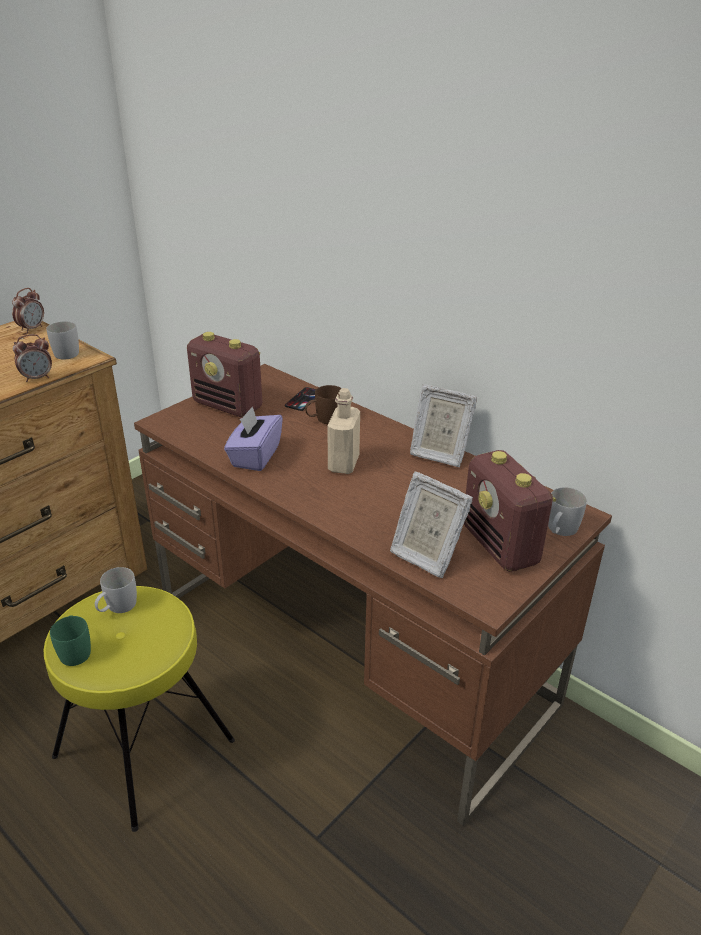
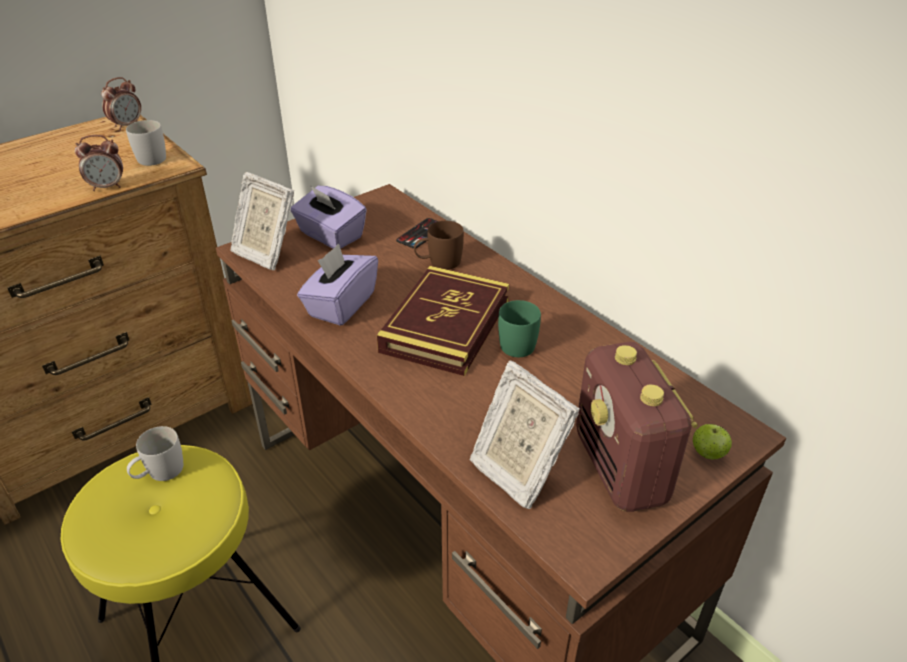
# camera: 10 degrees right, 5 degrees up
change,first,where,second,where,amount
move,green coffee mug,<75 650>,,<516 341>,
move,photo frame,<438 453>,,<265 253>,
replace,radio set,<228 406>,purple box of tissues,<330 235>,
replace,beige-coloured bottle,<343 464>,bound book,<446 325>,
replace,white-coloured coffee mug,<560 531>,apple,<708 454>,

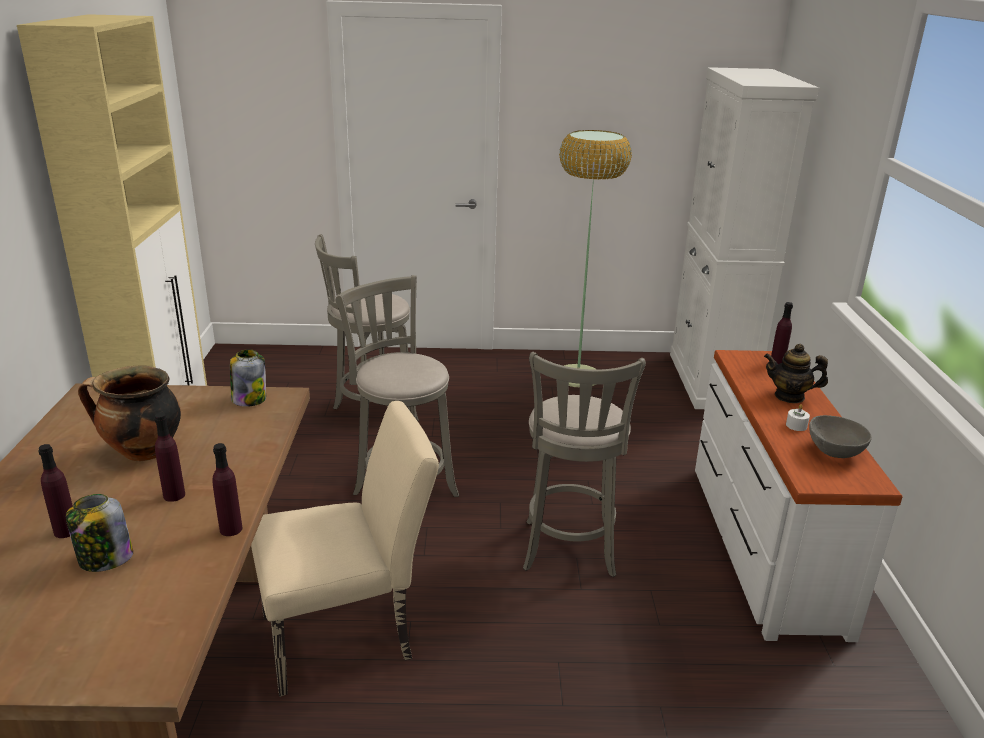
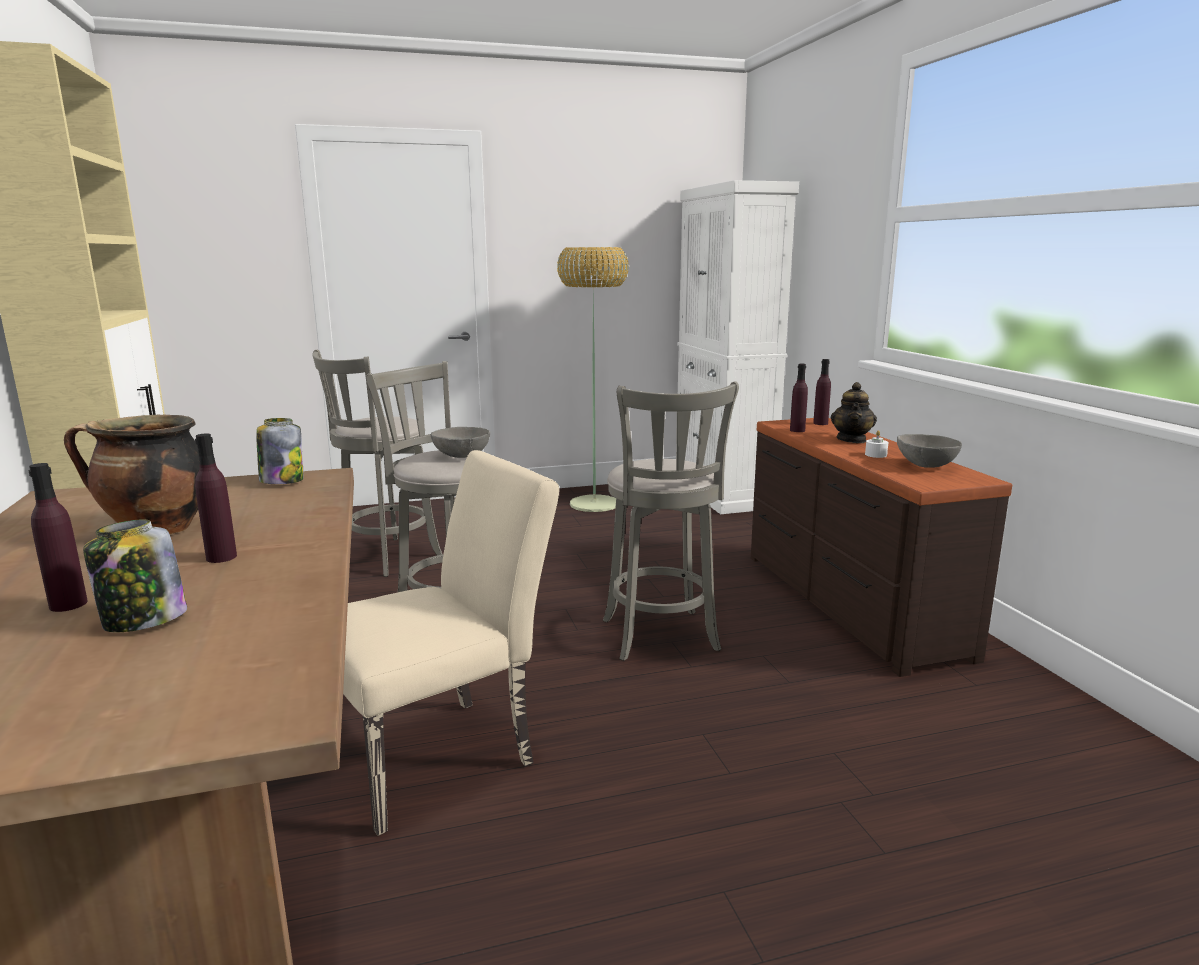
# camera: 15 degrees left, 10 degrees down
change,first,where,second,where,amount
insert,,,gray deep dish,<462 456>,
move,purple bottle,<231 529>,,<797 430>,
recolor,white-coloured drawer chest,<762 544>,brown-coloured drawer chest,<847 603>,
rotate,tea pot,<789 396>,,<852 440>,75 degrees counterclockwise

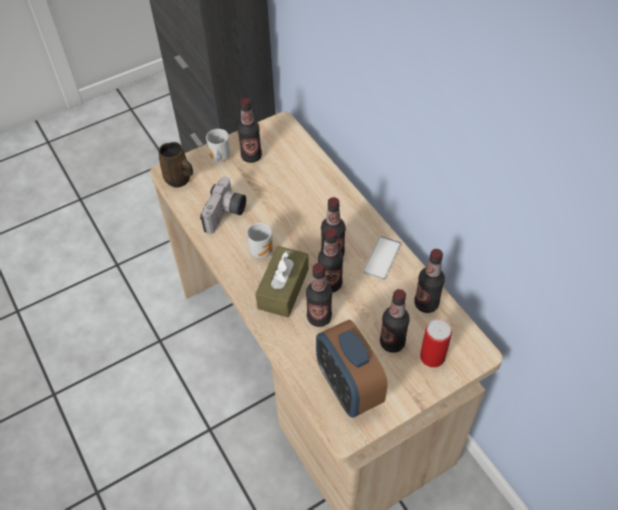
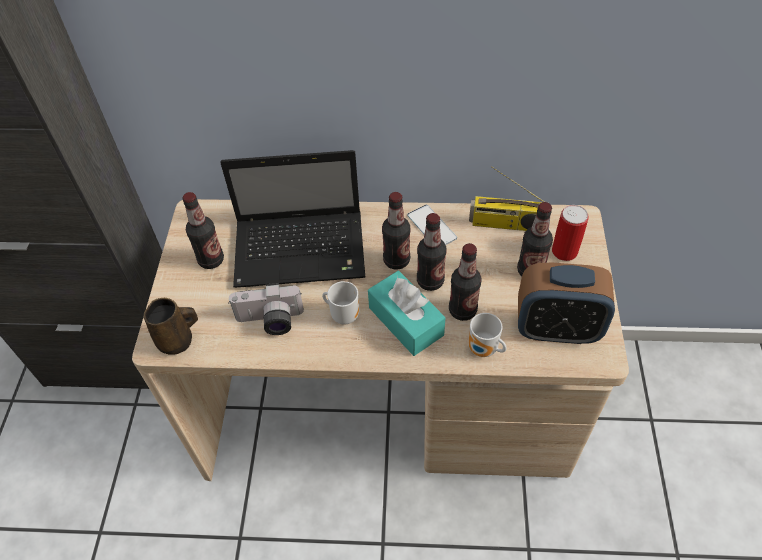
# camera: 55 degrees left, 0 degrees up
change,first,where,second,where,amount
insert,,,portable computer,<303 250>,
move,coffee mug,<219 158>,,<483 350>,
replace,bottle,<426 304>,radio set,<506 224>,
recolor,brown-coloured box of tissues,<283 288>,turquoise-coloured box of tissues,<406 321>,
rotate,photo camera,<226 215>,,<270 322>,120 degrees clockwise

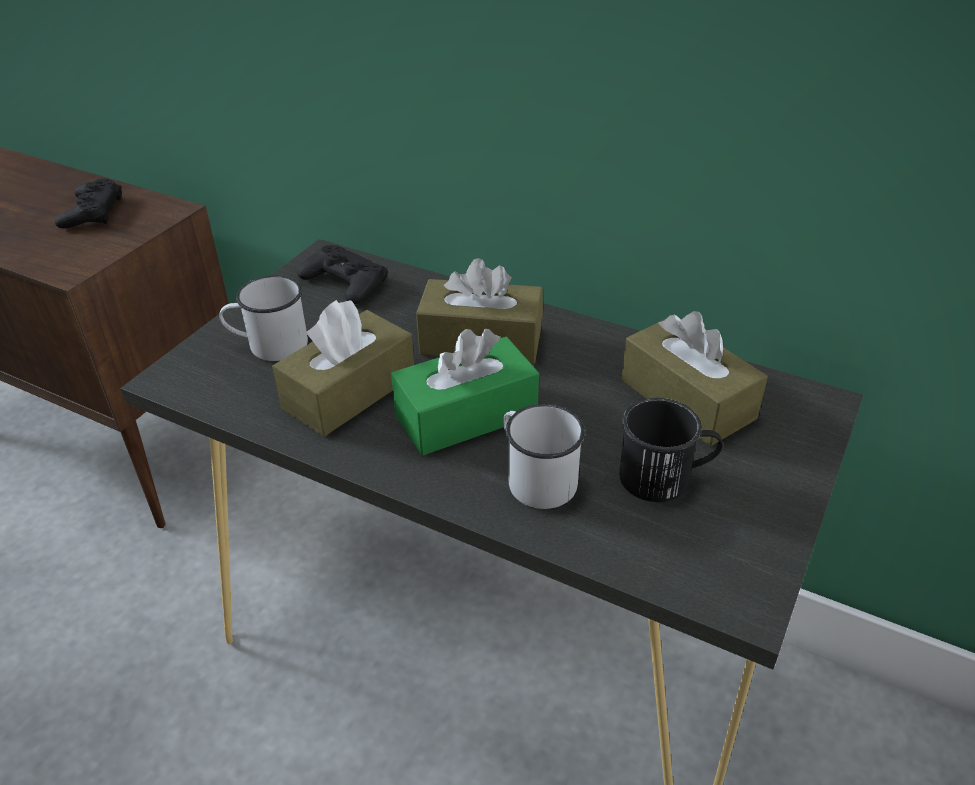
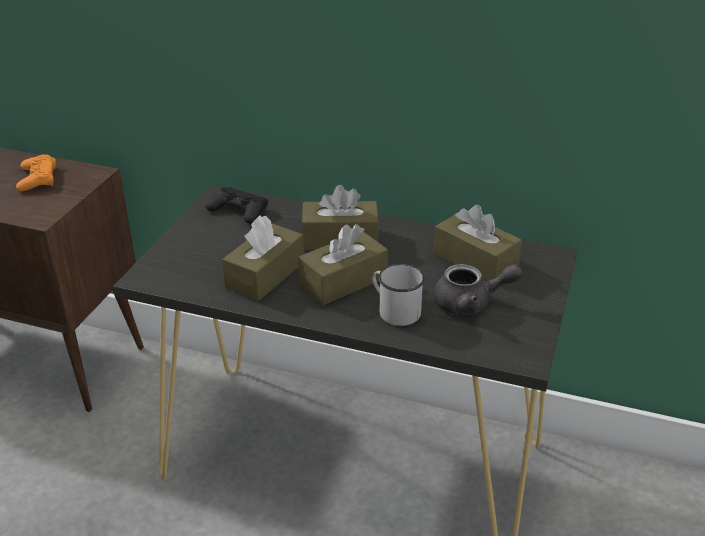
# camera: 10 degrees left, 5 degrees down
change,first,where,second,where,amount
delete,white-coloured coffee mug,<269 345>,,,
replace,black coffee mug,<665 478>,gray tea pot,<470 303>,
recolor,black game controller,<92 212>,orange game controller,<37 178>,
recolor,green box of tissues,<466 415>,brown-coloured box of tissues,<343 281>,

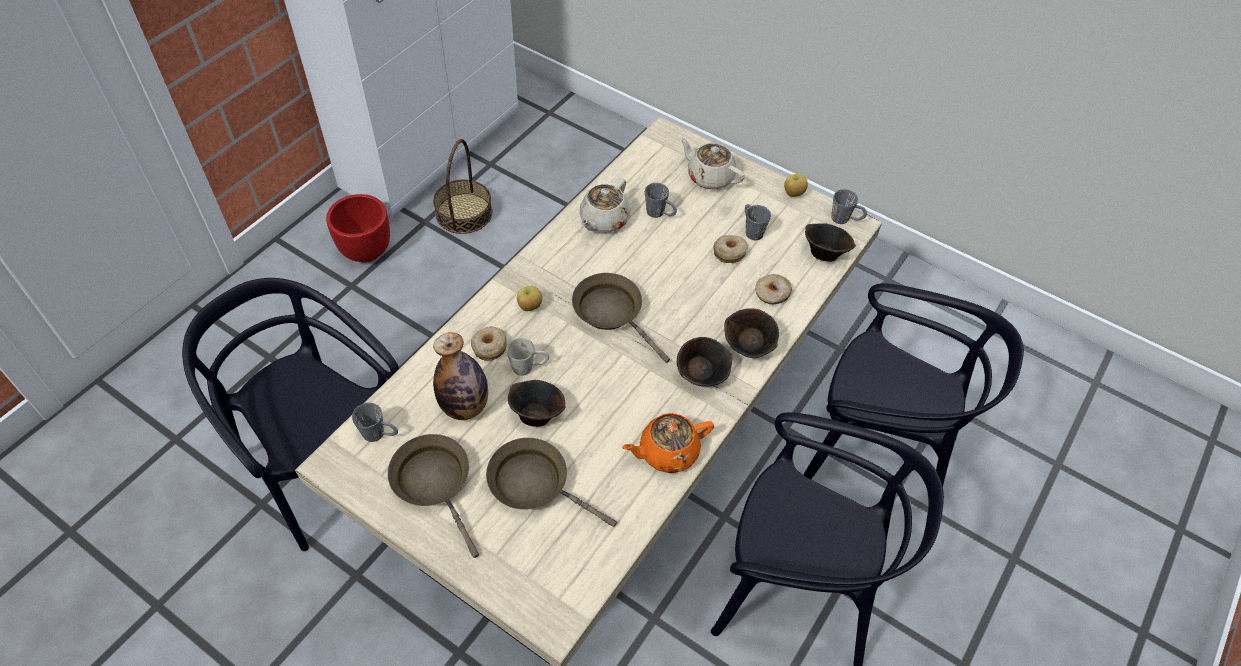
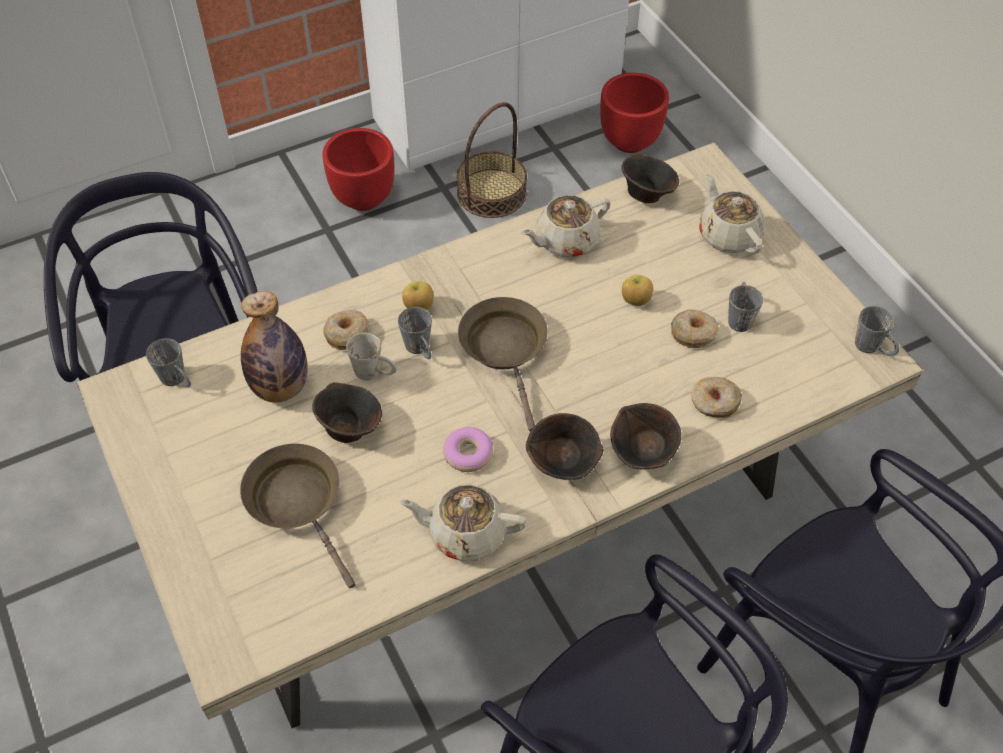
# camera: 30 degrees right, 0 degrees up
change,first,where,second,where,amount
delete,brown-coloured pan,<435 483>,,,
insert,,,doughnut,<468 454>,
insert,,,red-coloured plant pot,<629 141>,
move,gray coffee mug,<660 214>,,<421 350>,
move,apple,<793 194>,,<635 301>,
move,brown-coloured deep dish,<824 253>,,<646 193>,
recolor,orange tea pot,<667 452>,beige-coloured tea pot,<465 533>,

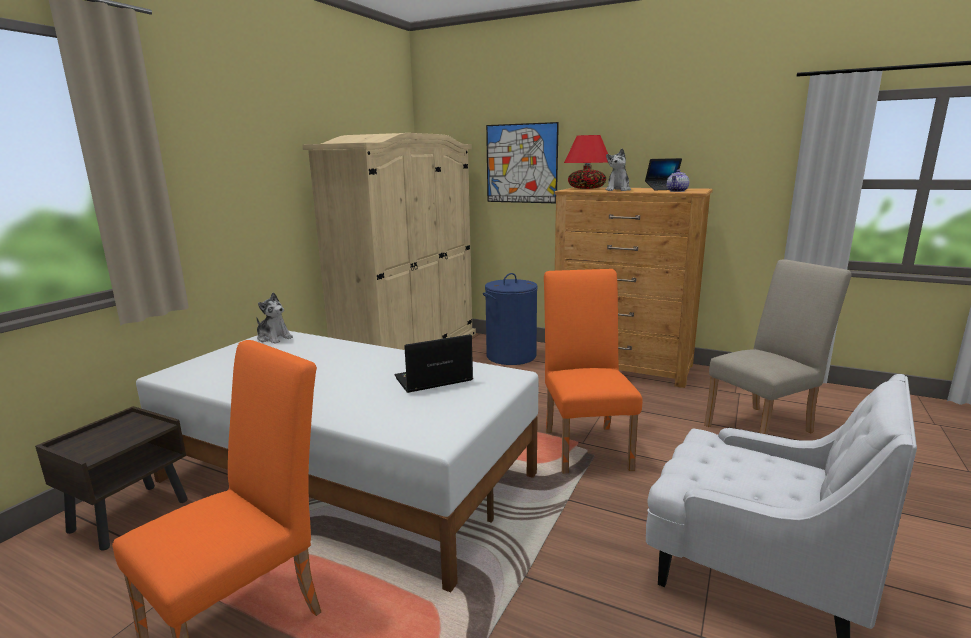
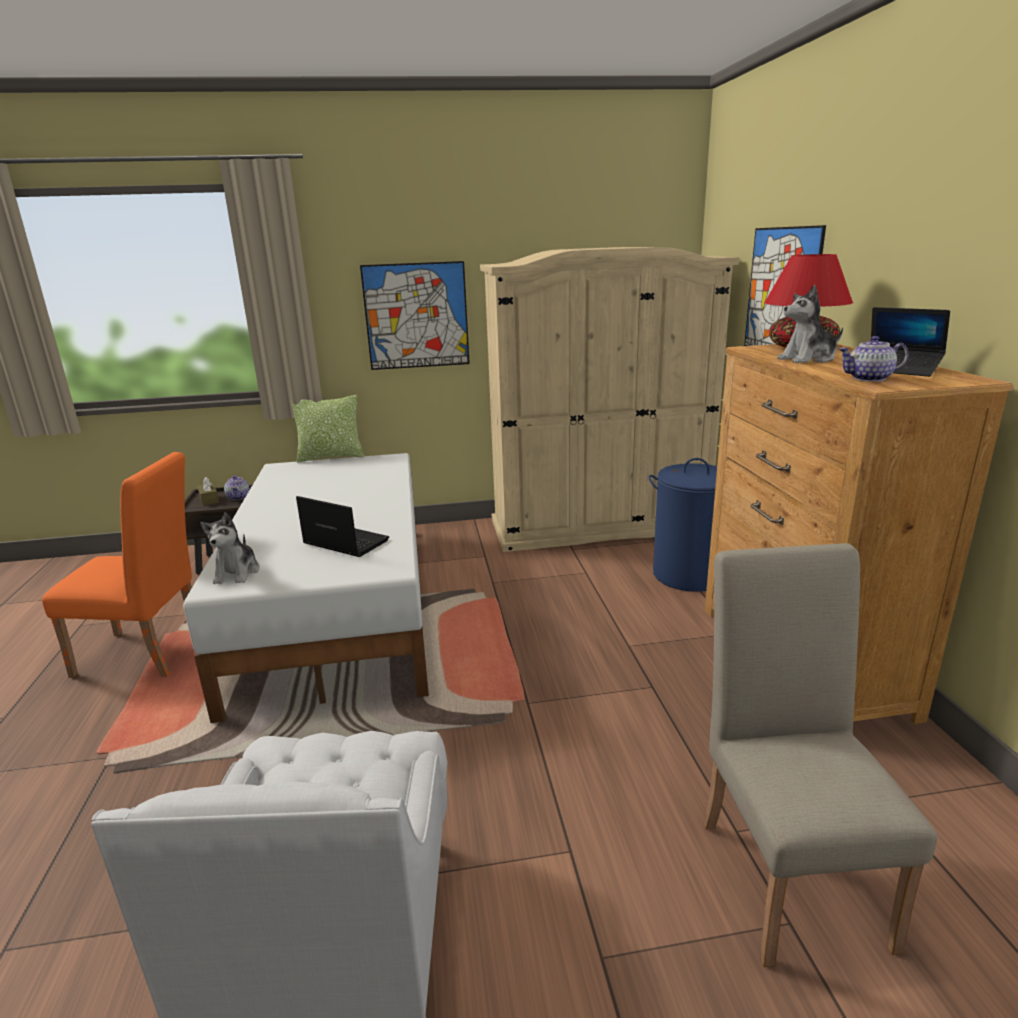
# camera: 55 degrees right, 5 degrees up
change,first,where,second,where,amount
delete,orange upright chair,<586 444>,,,
insert,,,brown-coloured box of tissues,<209 500>,
insert,,,tea pot,<239 497>,
insert,,,pillow,<331 457>,
insert,,,wall picture,<416 316>,
move,cuddly toy,<274 338>,,<237 572>,
rotate,beige-coloured upright chair,<764 427>,,<787 867>,120 degrees counterclockwise

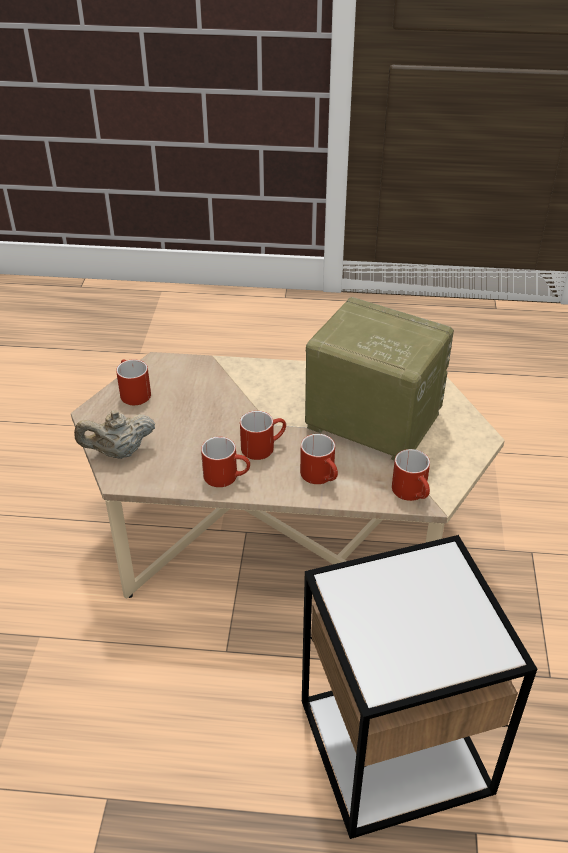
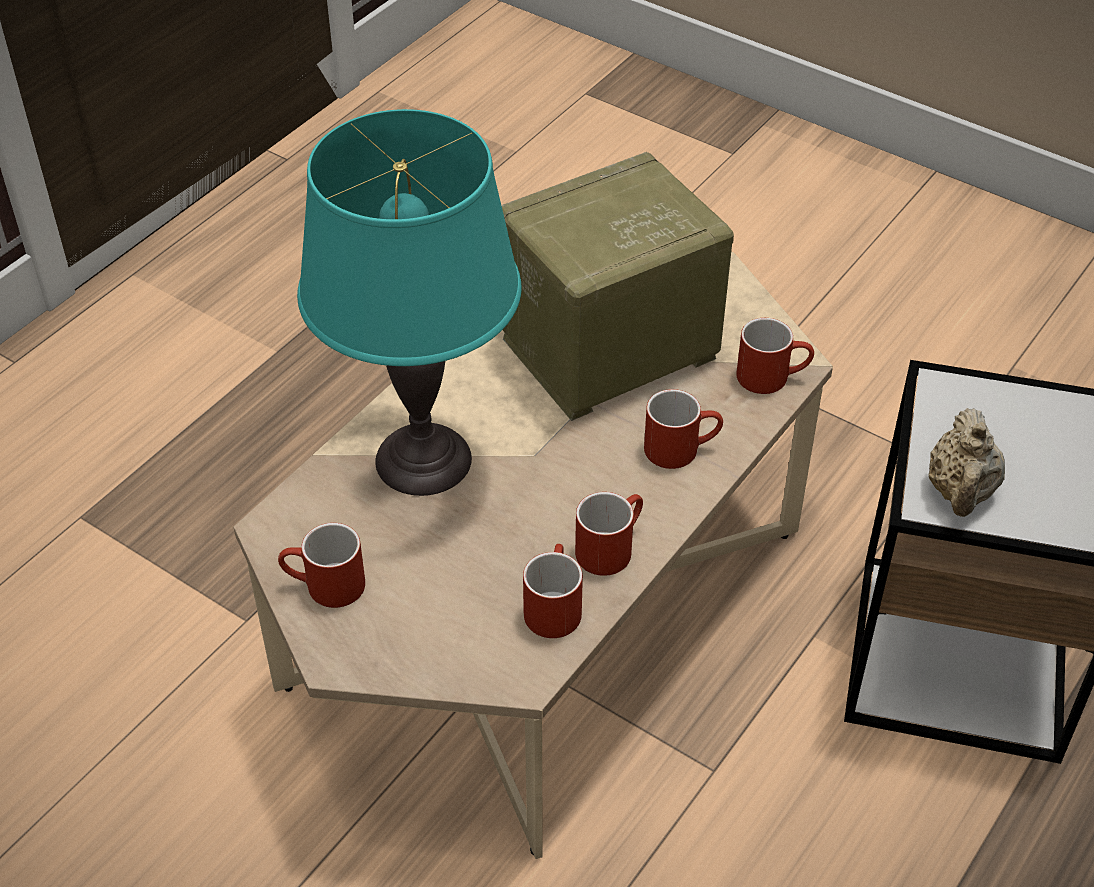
# camera: 60 degrees left, 5 degrees up
change,first,where,second,where,amount
insert,,,turquoise-coloured table lamp,<424 459>,
move,beige-coloured tea pot,<119 452>,,<960 492>,
move,red-coloured coffee mug,<263 446>,,<552 605>,

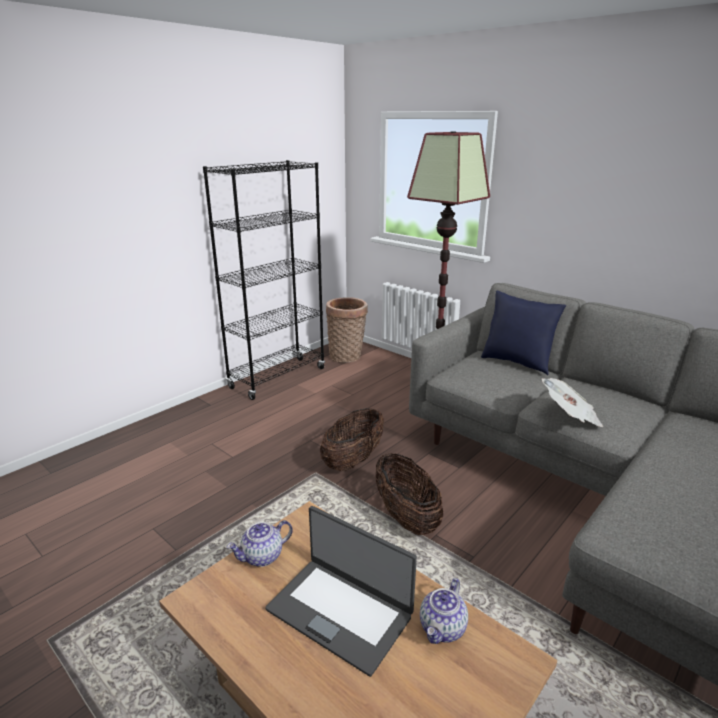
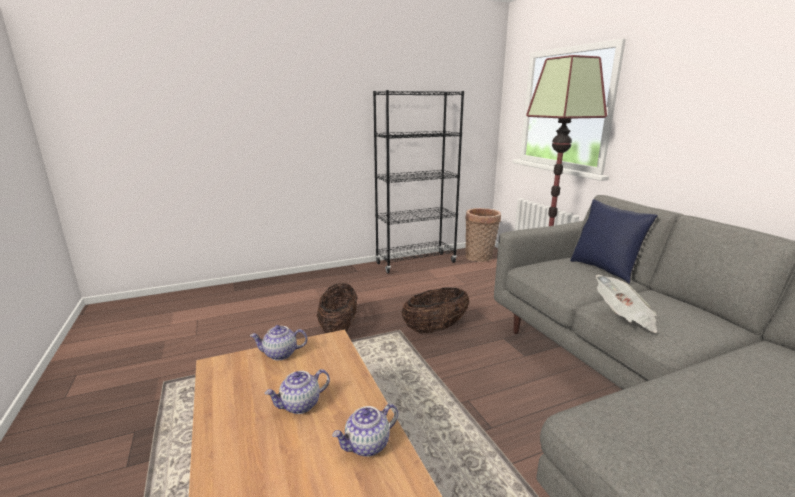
# camera: 25 degrees right, 5 degrees down
change,first,where,second,where,amount
move,basket,<406 517>,,<339 328>,
replace,portable computer,<340 611>,tea pot,<300 405>,

